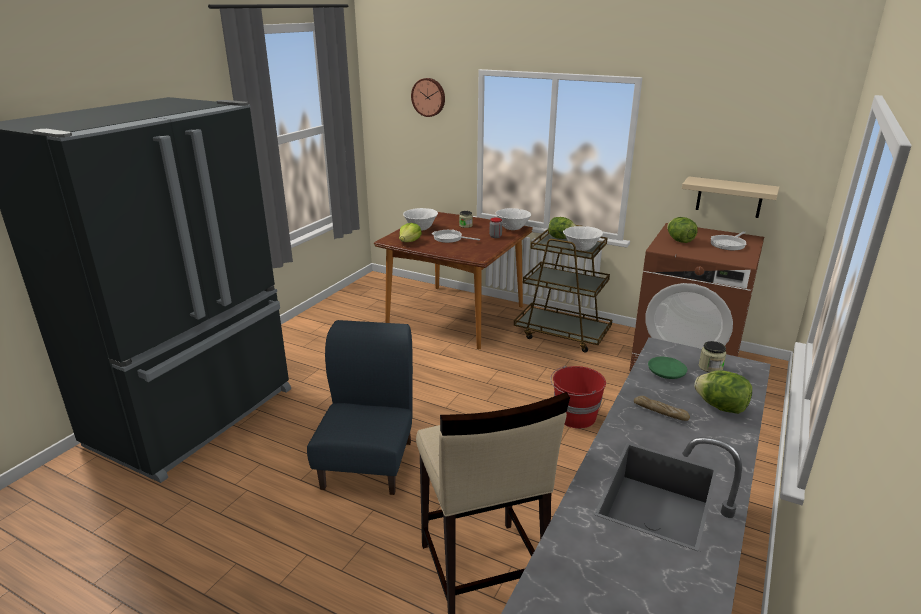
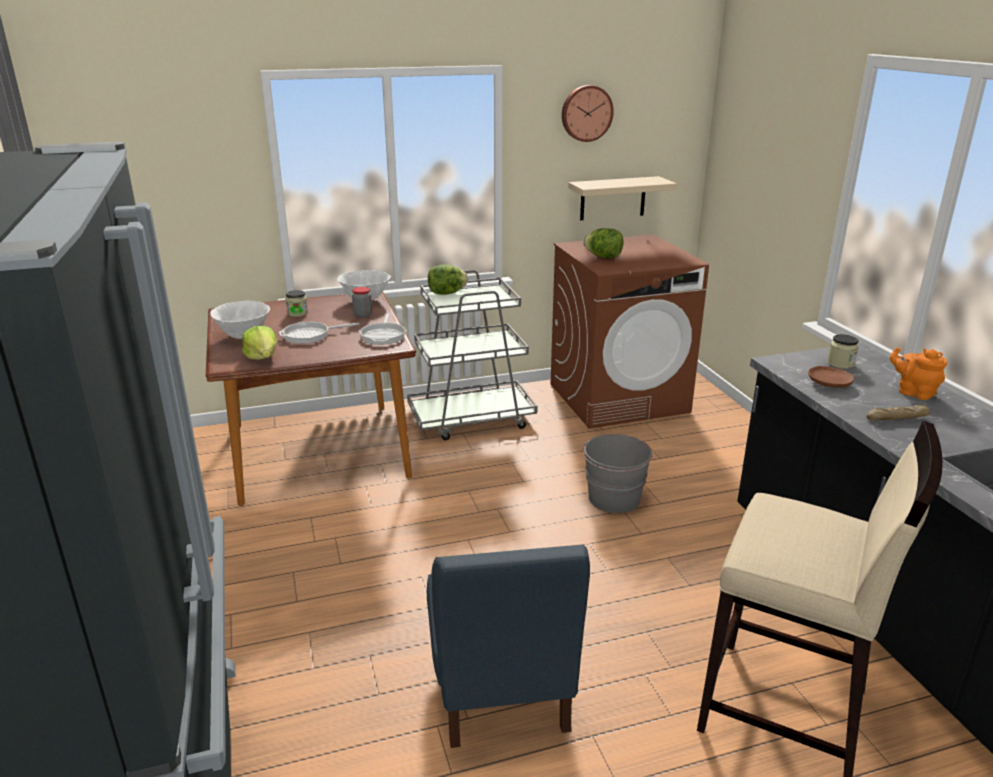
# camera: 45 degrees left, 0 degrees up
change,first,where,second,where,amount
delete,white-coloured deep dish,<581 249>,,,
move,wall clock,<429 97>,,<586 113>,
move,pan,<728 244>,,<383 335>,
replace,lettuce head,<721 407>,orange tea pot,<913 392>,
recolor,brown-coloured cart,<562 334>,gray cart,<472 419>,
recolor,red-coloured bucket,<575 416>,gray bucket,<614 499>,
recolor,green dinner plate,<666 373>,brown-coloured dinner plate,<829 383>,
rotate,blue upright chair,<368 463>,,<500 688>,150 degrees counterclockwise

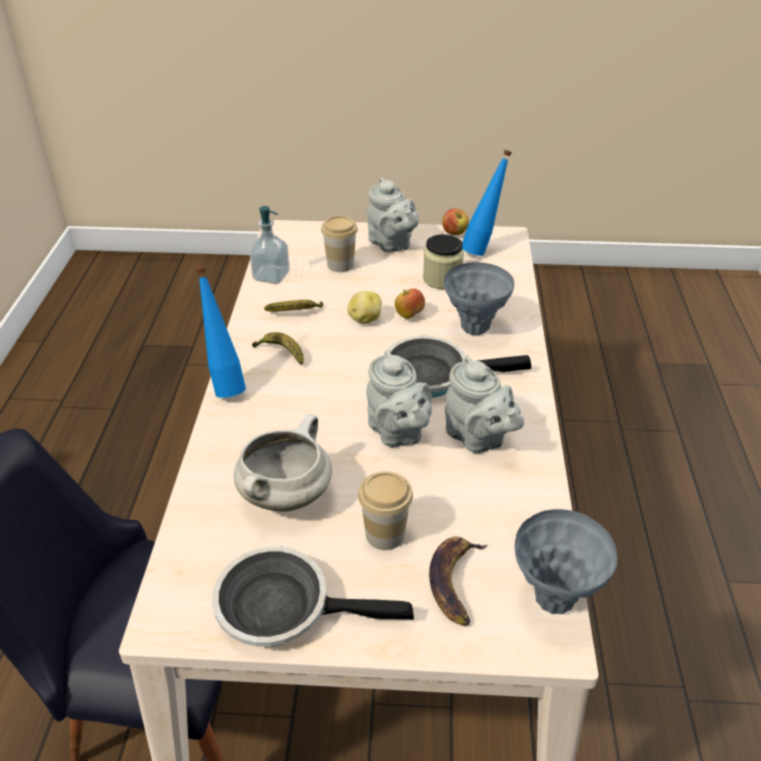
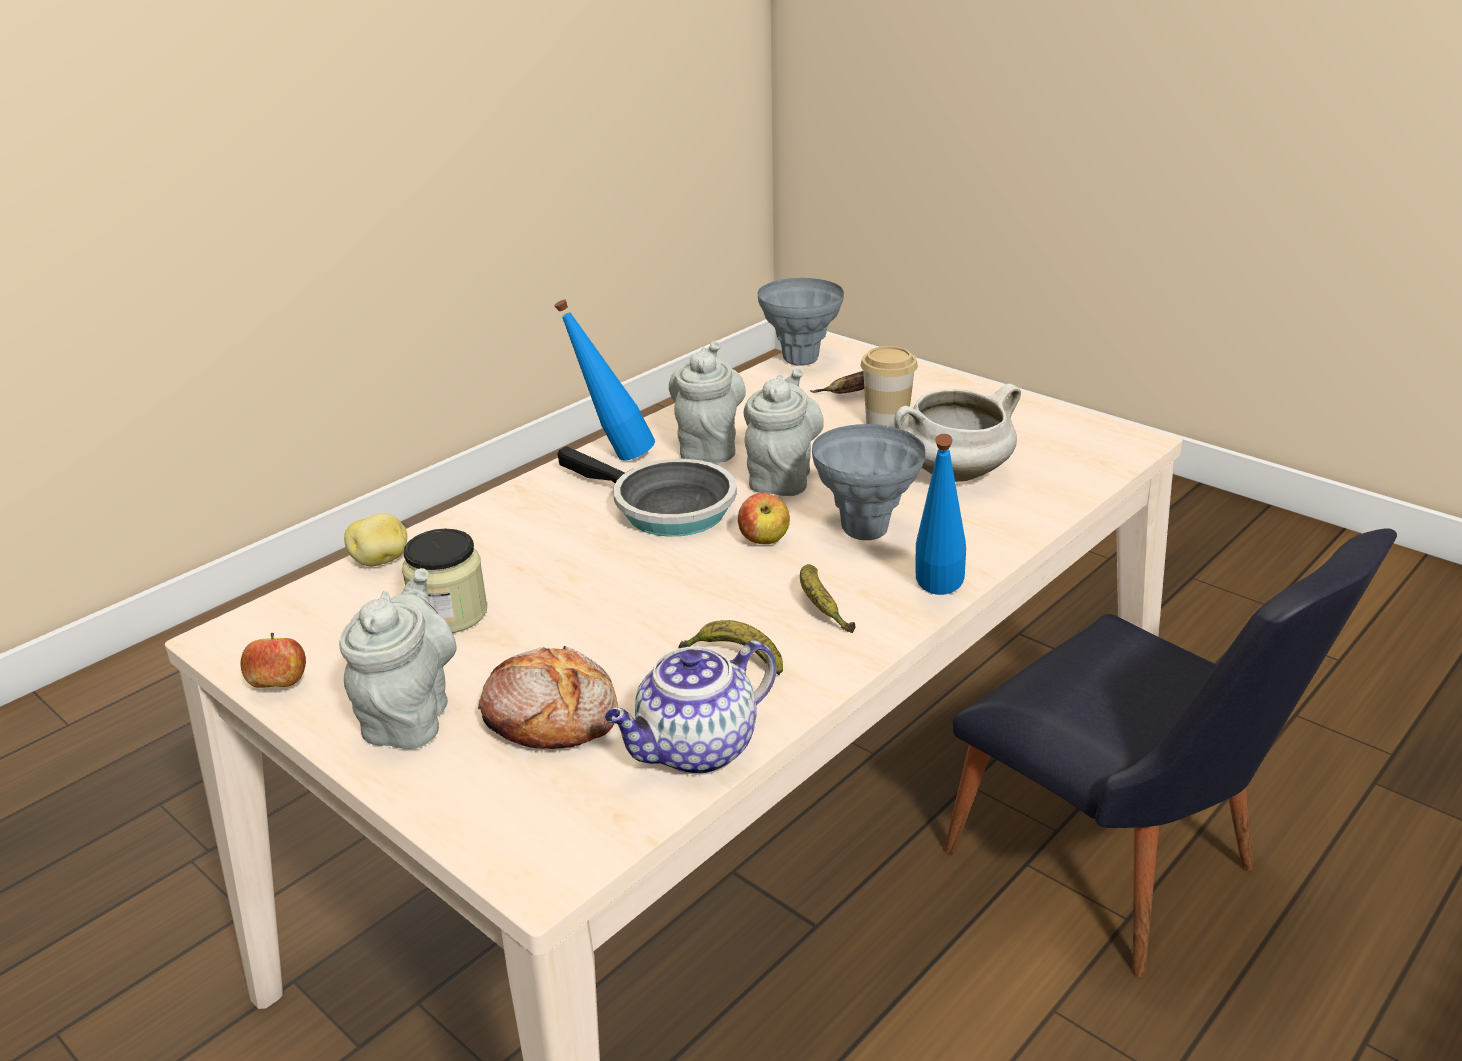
# camera: 140 degrees left, 10 degrees down
change,first,where,second,where,amount
delete,pan,<283 607>,,,
move,whole potato,<364 319>,,<381 561>,
move,apple,<409 315>,,<764 540>,
move,gray vase,<474 328>,,<865 531>,
move,blue bottle,<482 249>,,<613 456>,
replace,liquid soap bottle,<271 276>,tea pot,<695 750>,
replace,cup,<340 265>,baked bread,<551 715>,

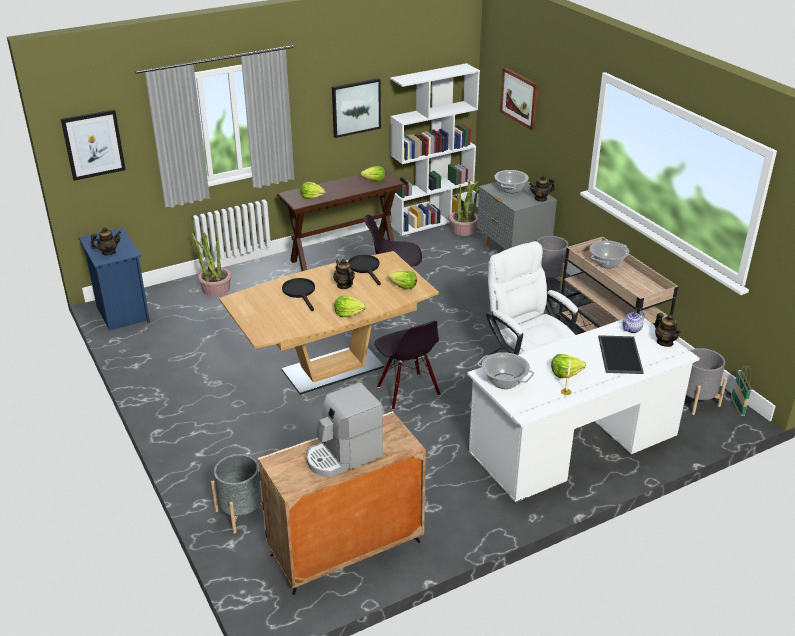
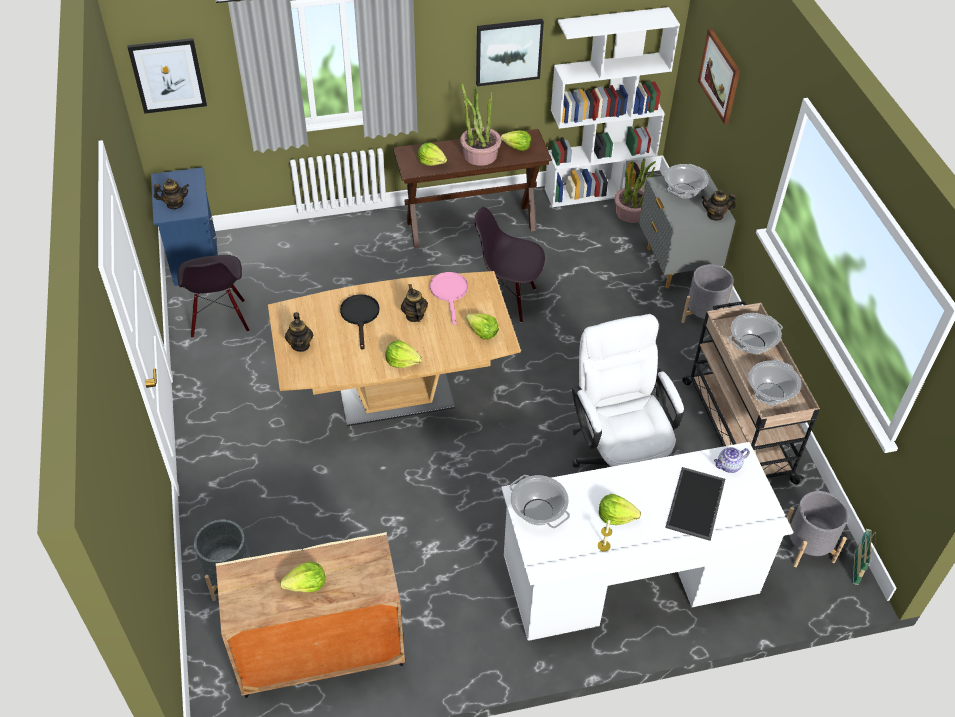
# camera: 15 degrees right, 15 degrees up
change,first,where,second,where,amount
insert,,,stockpot,<770 393>,
move,houseplant,<215 289>,,<480 154>,
move,black upright chair,<407 391>,,<219 319>,
move,tea pot,<665 342>,,<300 345>,
replace,coffee machine,<343 456>,lettuce head,<306 585>,
recolor,black pan,<365 268>,pink-coloured pan,<450 293>,

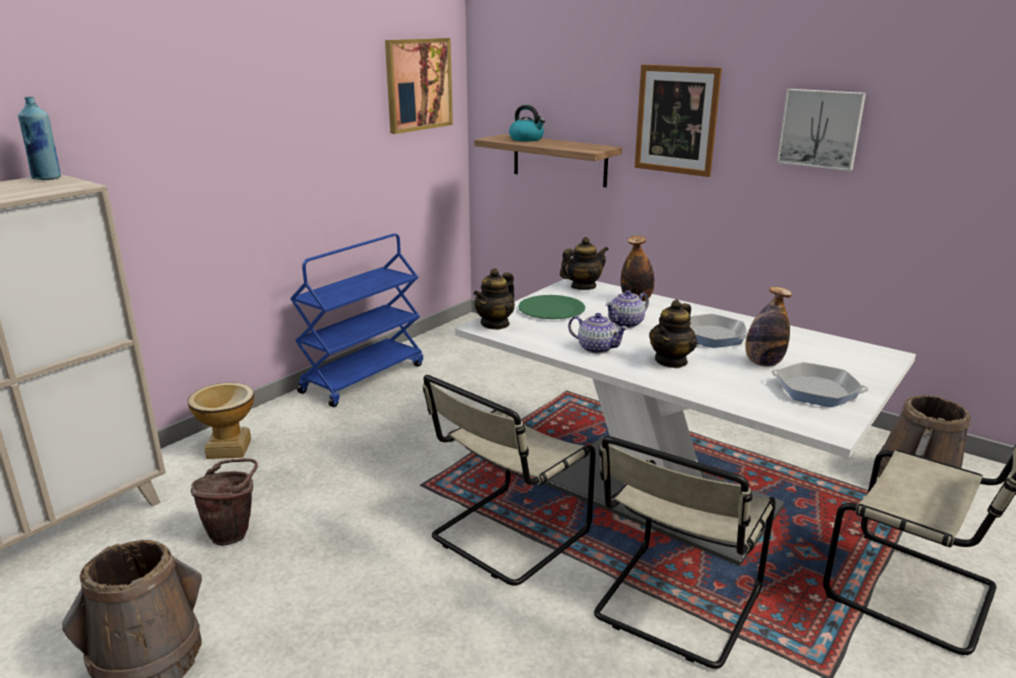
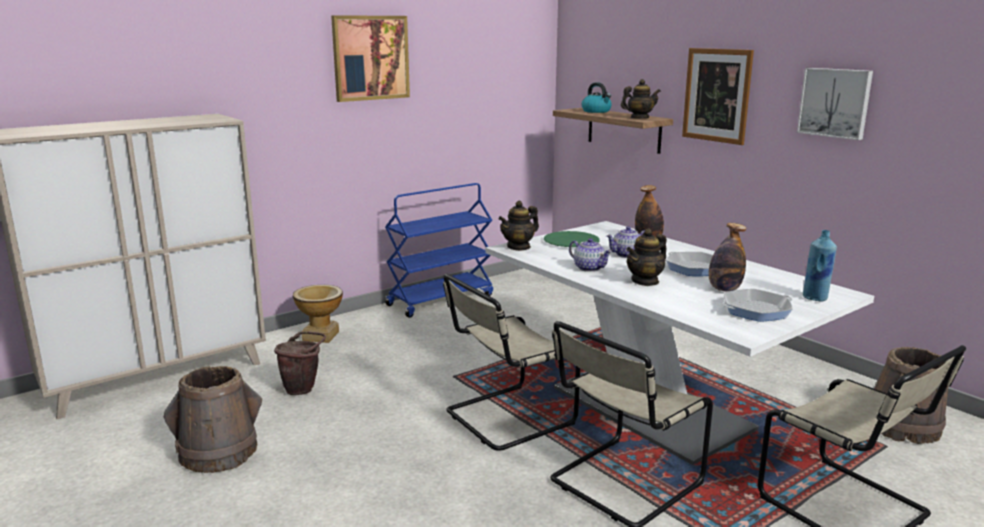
# camera: 15 degrees right, 5 degrees down
change,first,where,second,where,amount
move,blue bottle,<47 178>,,<815 298>,
move,wall picture,<418 84>,,<370 58>,
move,tea pot,<583 287>,,<639 118>,
rotate,pan,<816 390>,,<756 310>,60 degrees counterclockwise

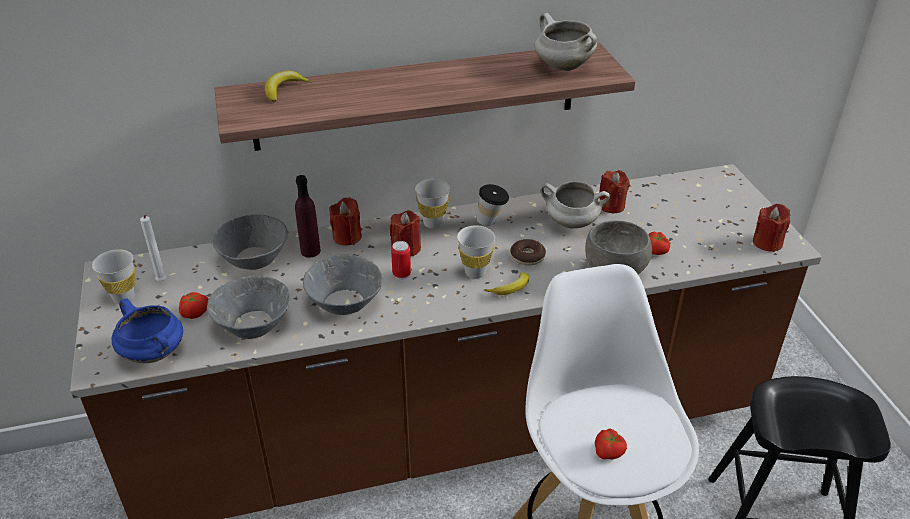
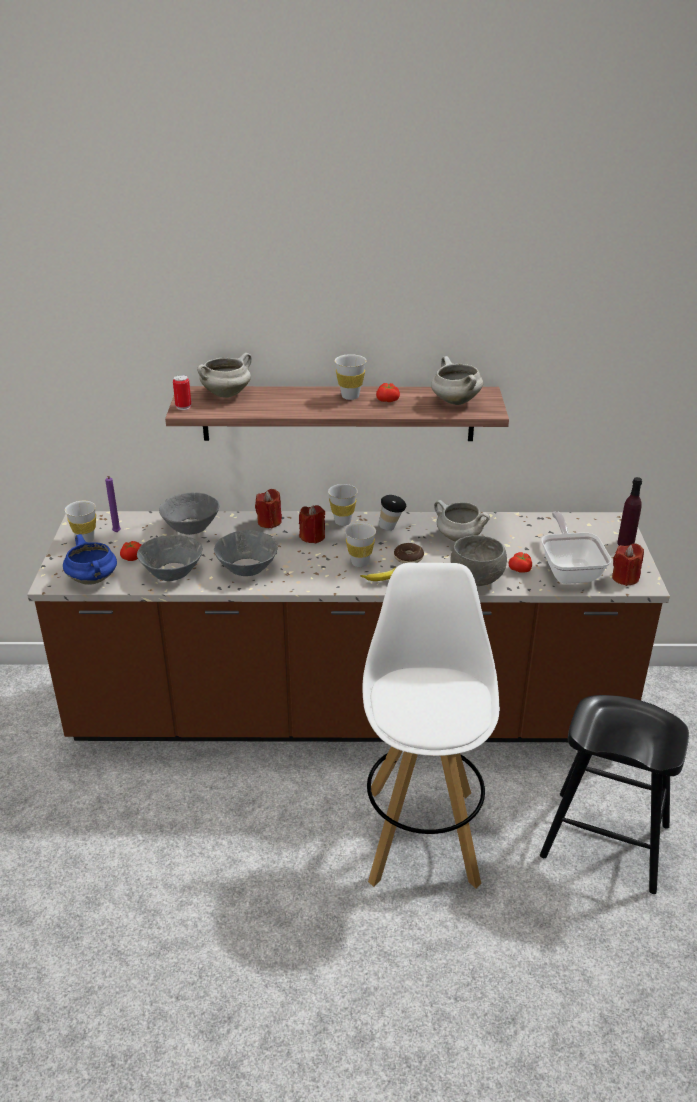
# camera: 15 degrees right, 5 degrees down
change,first,where,second,where,amount
delete,red-coloured candle,<611 205>,,,
insert,,,white-coloured cup,<350 396>,
insert,,,pan,<570 570>,
move,purple bottle,<310 251>,,<625 543>,
move,metal can,<401 274>,,<183 406>,
move,tomato,<609 452>,,<388 400>,
replace,banana,<284 90>,white-coloured stockpot,<226 394>,
recolor,white-coloured candle,<162 282>,purple candle,<116 533>,

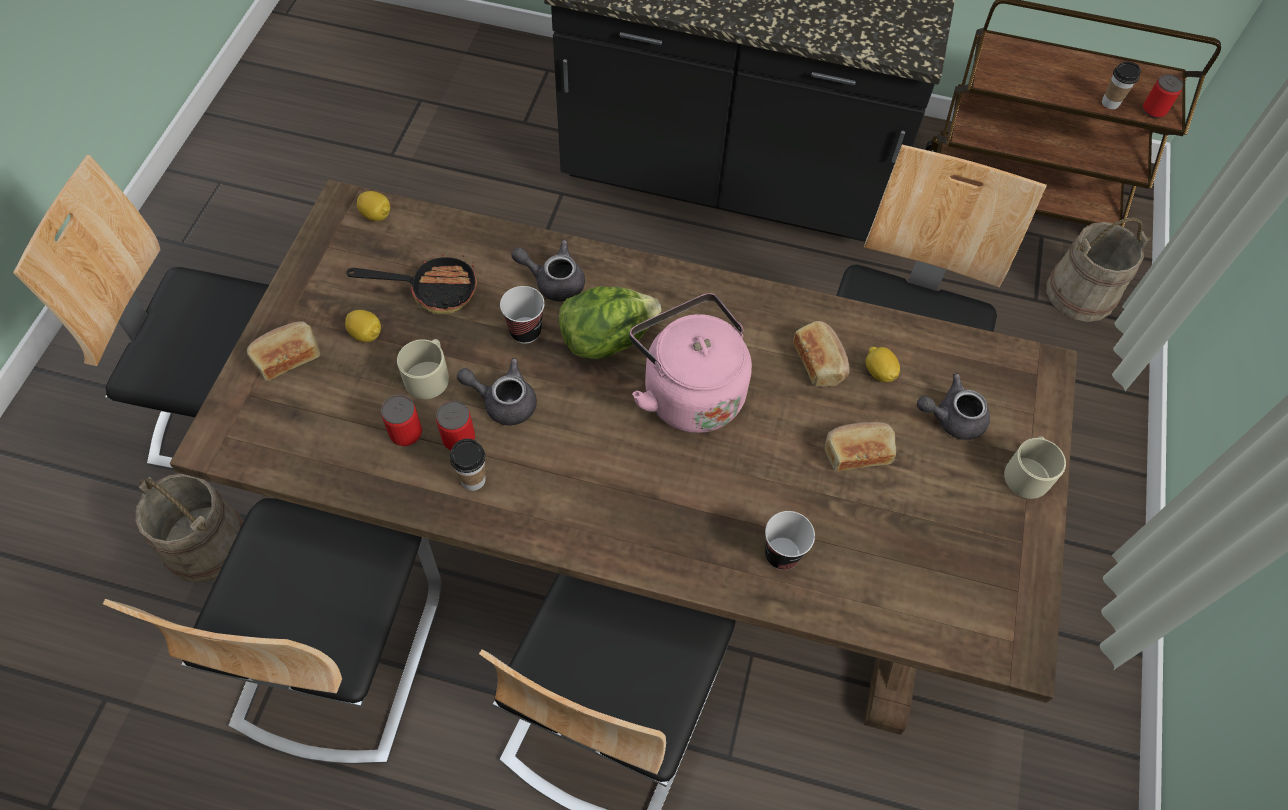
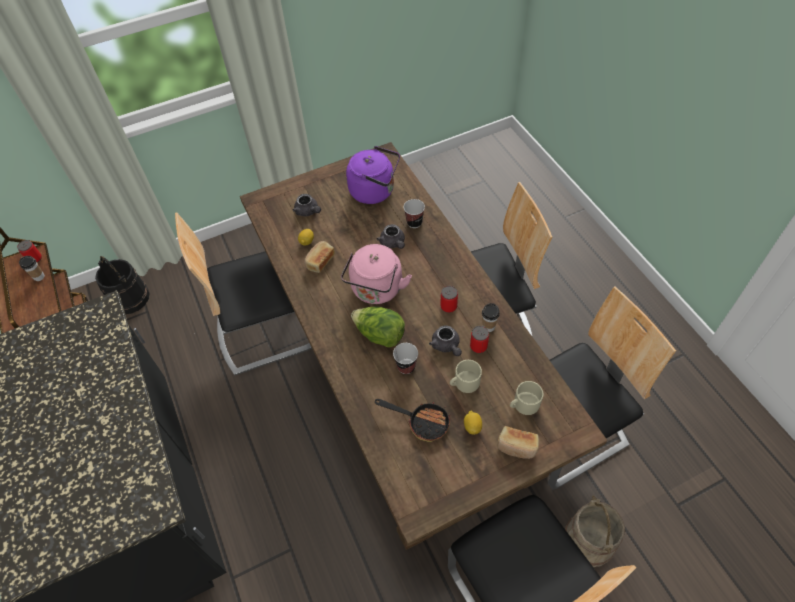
# camera: 125 degrees left, 5 degrees down
change,first,where,second,where,amount
delete,citrus fruit,<376 215>,,,
delete,baked bread,<857 452>,,,
insert,,,purple tea kettle,<375 191>,
move,metal can,<406 433>,,<448 306>,
move,gray tea pot,<553 281>,,<393 243>,
move,beige-coloured coffee mug,<1027 472>,,<523 404>,
recolor,beige-coloured bucket,<1080 293>,black bucket,<130 298>,
rotate,pan,<433 290>,,<422 422>,150 degrees clockwise

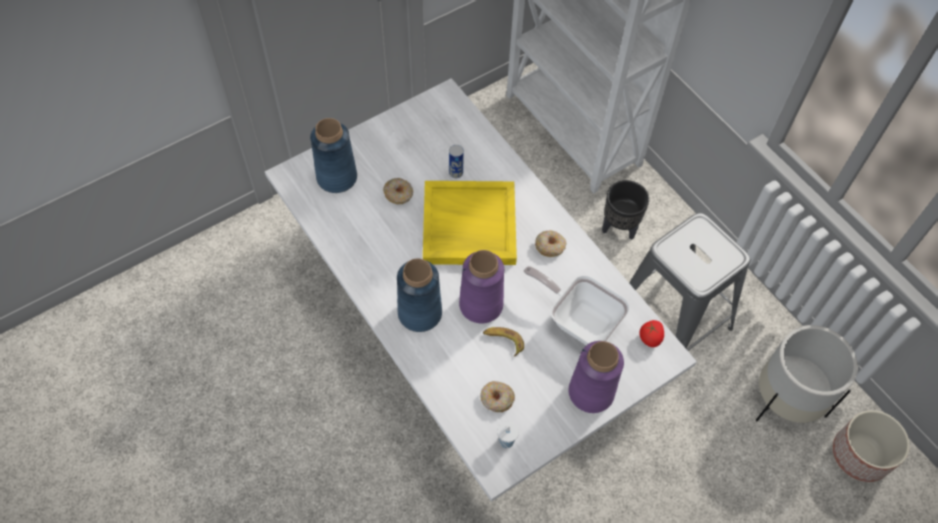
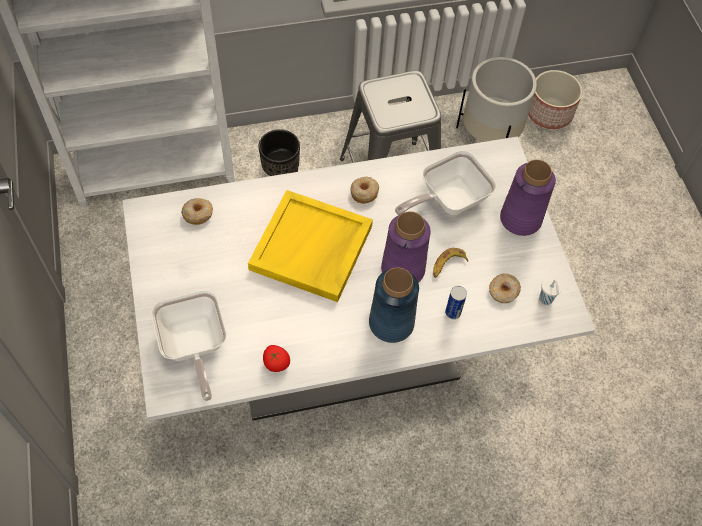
# camera: 70 degrees left, 0 degrees up
change,first,where,second,where,amount
move,doughnut,<399 194>,,<198 214>,
move,metal can,<456 173>,,<453 312>,
move,tomato,<650 338>,,<276 363>,
replace,blue vase,<336 177>,pan,<194 346>,

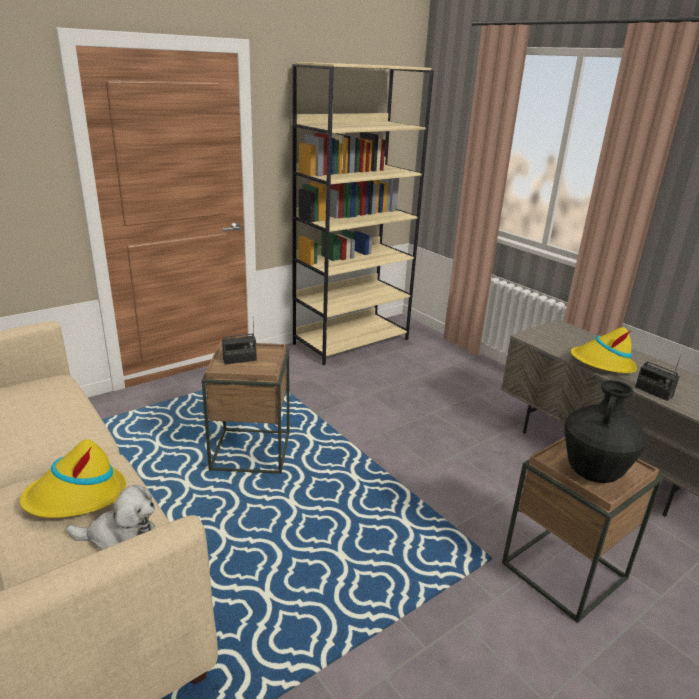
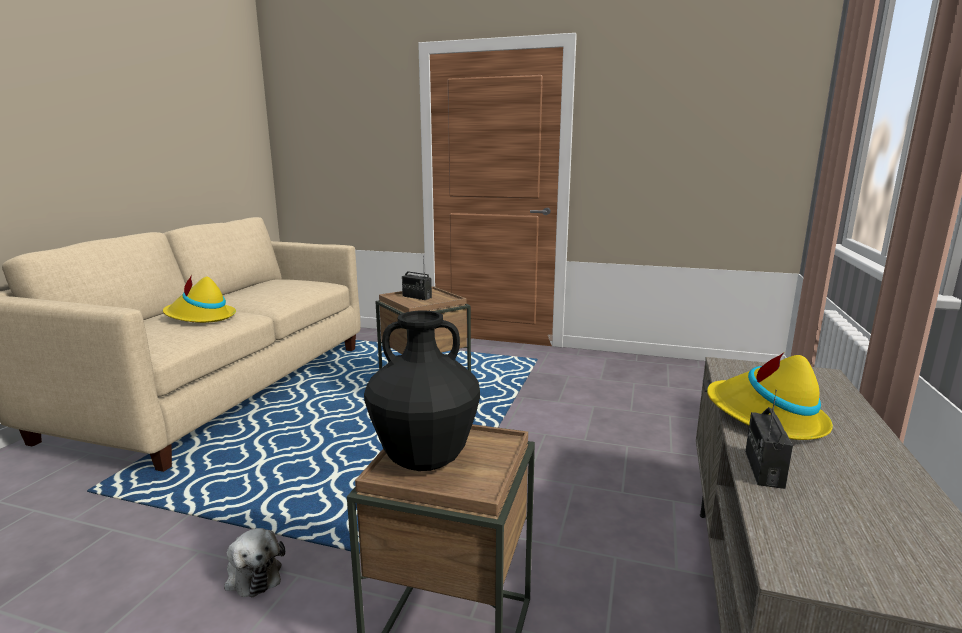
# camera: 55 degrees right, 10 degrees down
change,first,where,second,where,amount
delete,beige-coloured shelving unit,<351 341>,,,
move,cuddly toy,<119 538>,,<253 574>,

